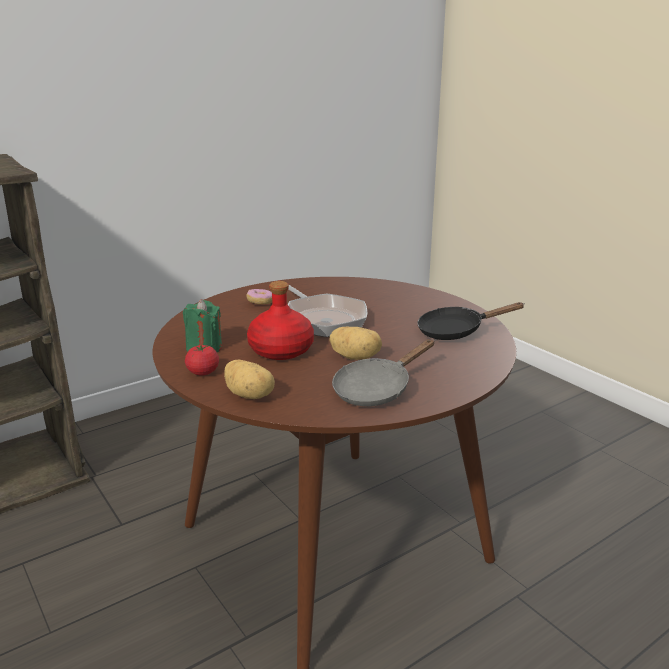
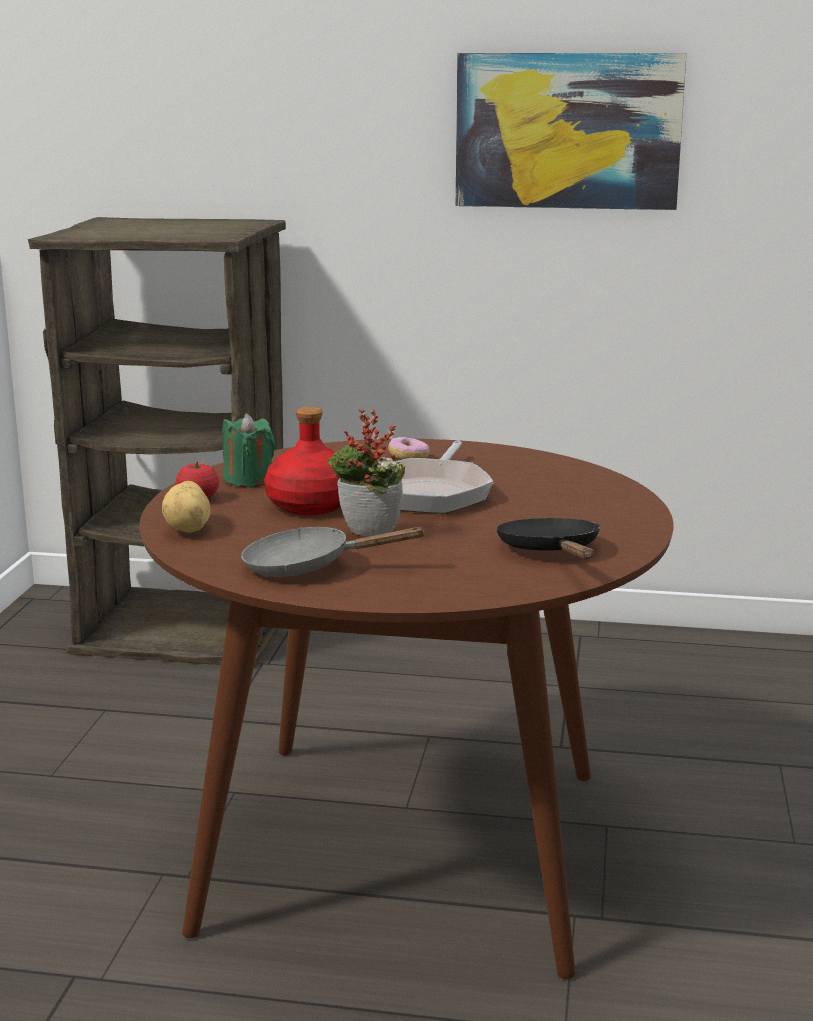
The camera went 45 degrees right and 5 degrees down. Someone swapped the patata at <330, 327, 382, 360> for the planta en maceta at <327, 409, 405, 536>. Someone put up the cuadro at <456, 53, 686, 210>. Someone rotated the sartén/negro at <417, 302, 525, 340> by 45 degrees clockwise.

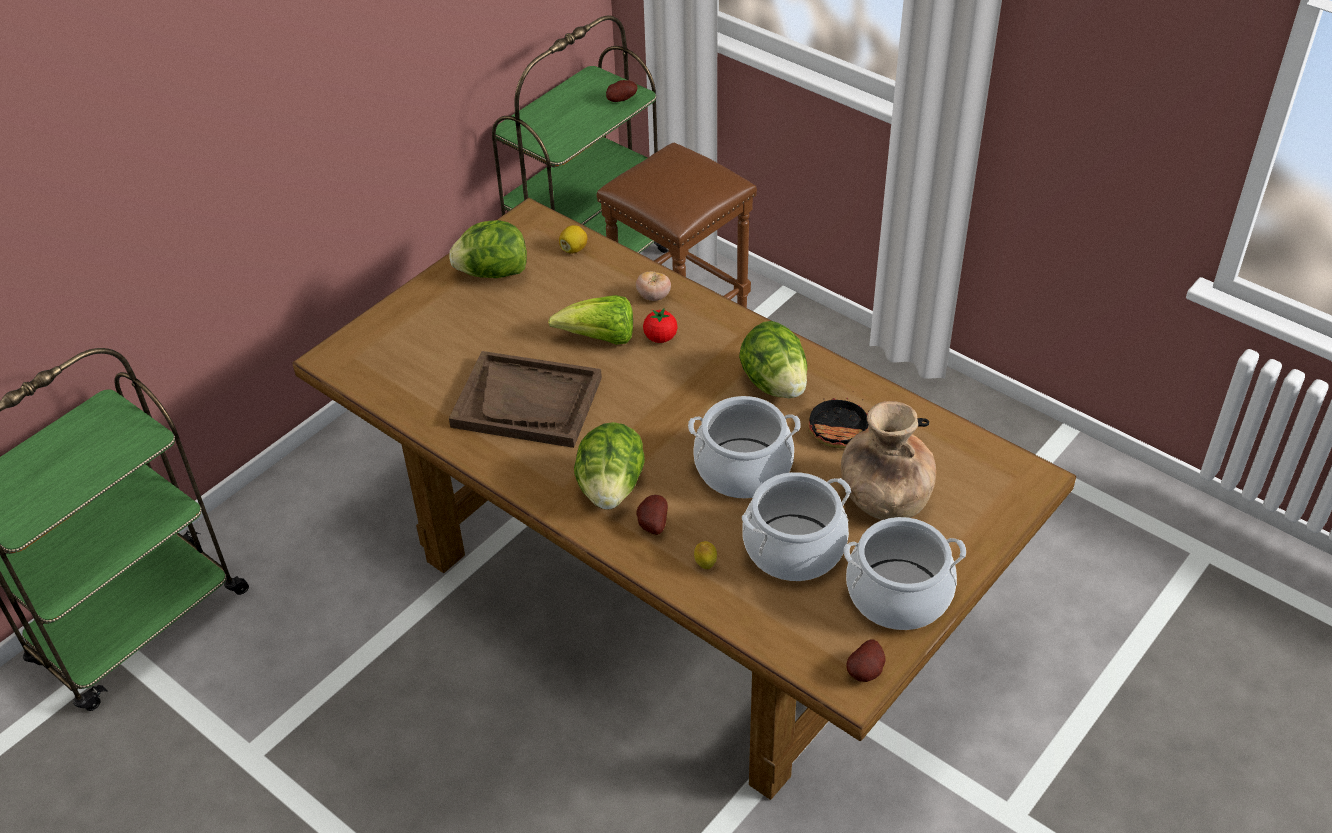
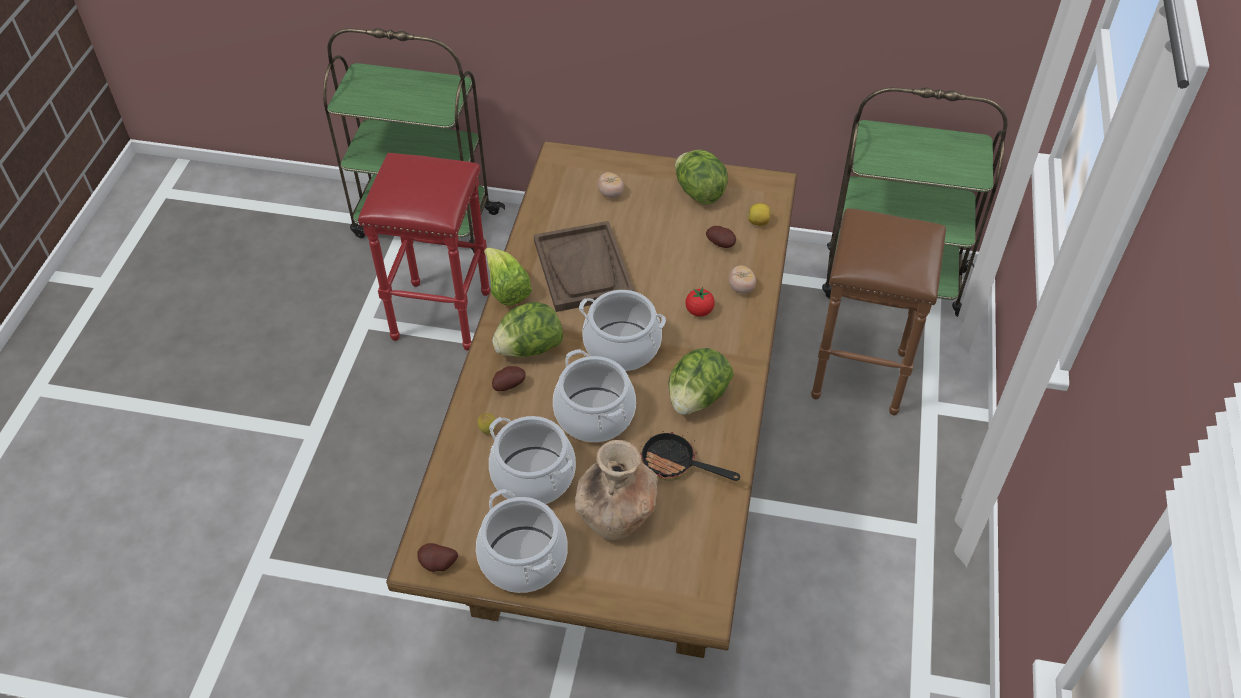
The camera went 60 degrees right and 5 degrees up. Someone put down the taburete/rojo at <358, 153, 490, 351>. Someone carried the lechuga from <548, 295, 633, 345> to <484, 247, 532, 306>. Someone put down the olla at <579, 290, 666, 371>. Someone put down the tomate at <598, 172, 624, 198>. Someone rotated the sartén at <808, 398, 929, 448> by 45 degrees counterclockwise. Someone carried the patata from <606, 80, 637, 102> to <706, 226, 736, 248>.

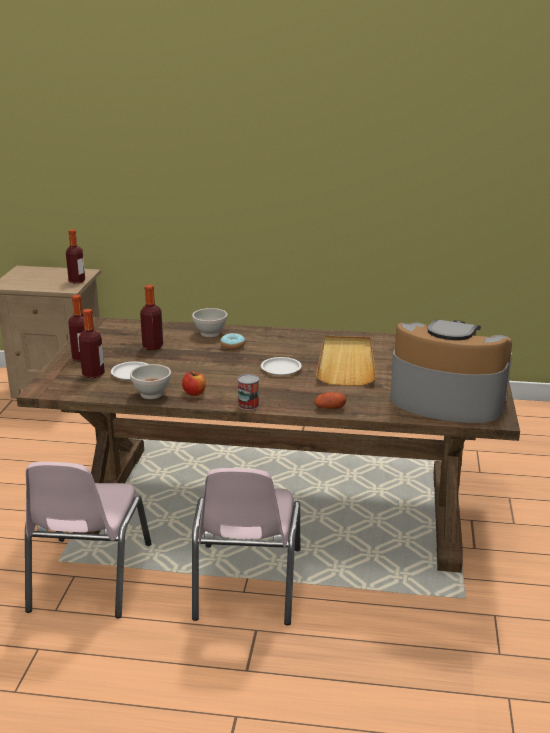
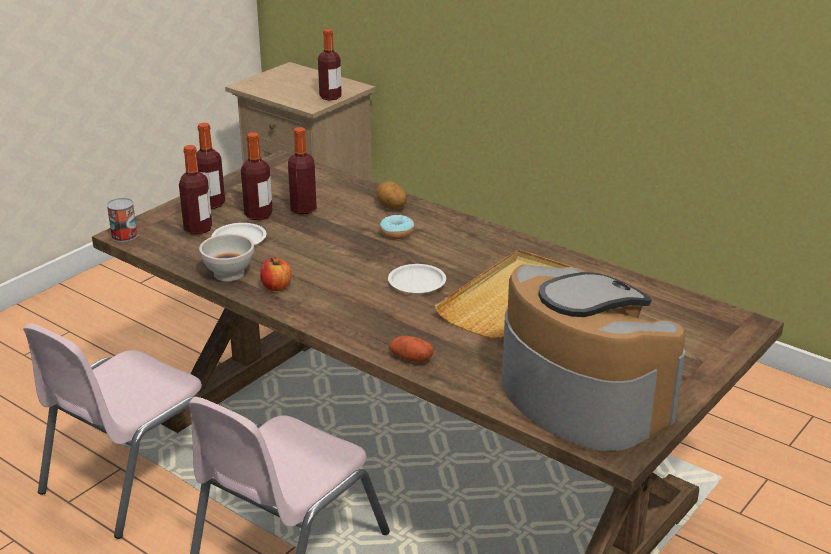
The camera went 30 degrees right and 5 degrees up. Someone carried the lata from <238, 374, 259, 410> to <107, 198, 138, 242>. Someone put down the botella at <241, 132, 273, 220>. Someone swapped the cuenco/blanco at <192, 308, 228, 337> for the patata at <377, 181, 407, 209>.

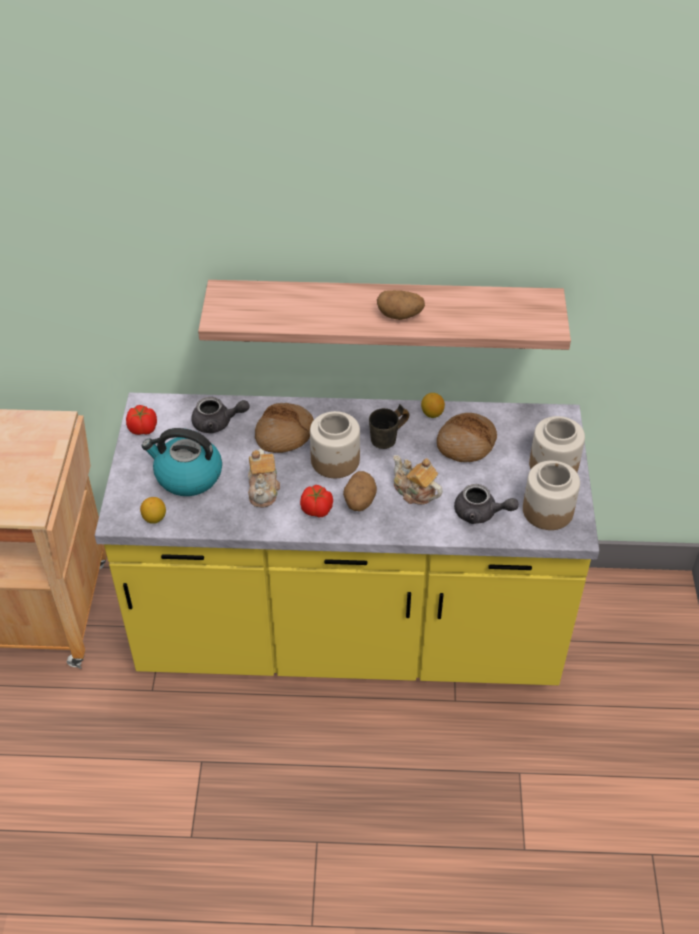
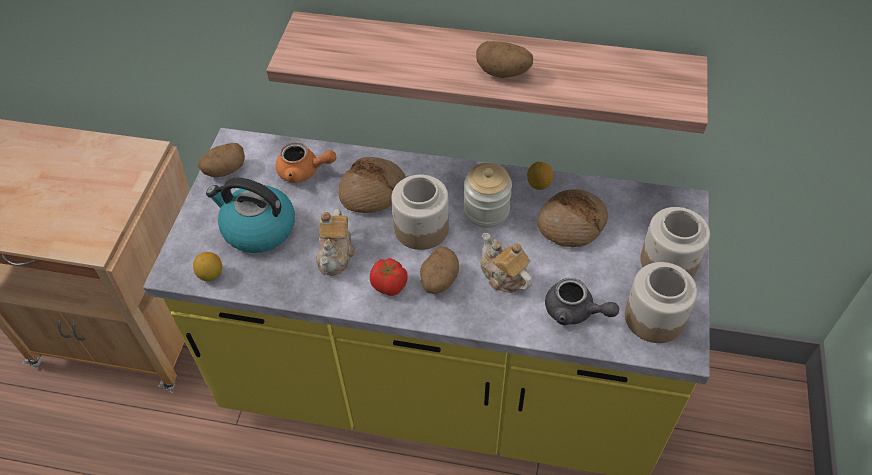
The camera went 10 degrees right and 5 degrees up. Someone swapped the tomate at <126, 405, 157, 435> for the patata at <198, 143, 245, 177>. Someone repainted the tetera/gris at <191, 397, 250, 434>, which became the tetera/naranja at <276, 142, 336, 183>. Someone swapped the taza grande/gris at <369, 404, 410, 449> for the tarro at <464, 163, 512, 228>.

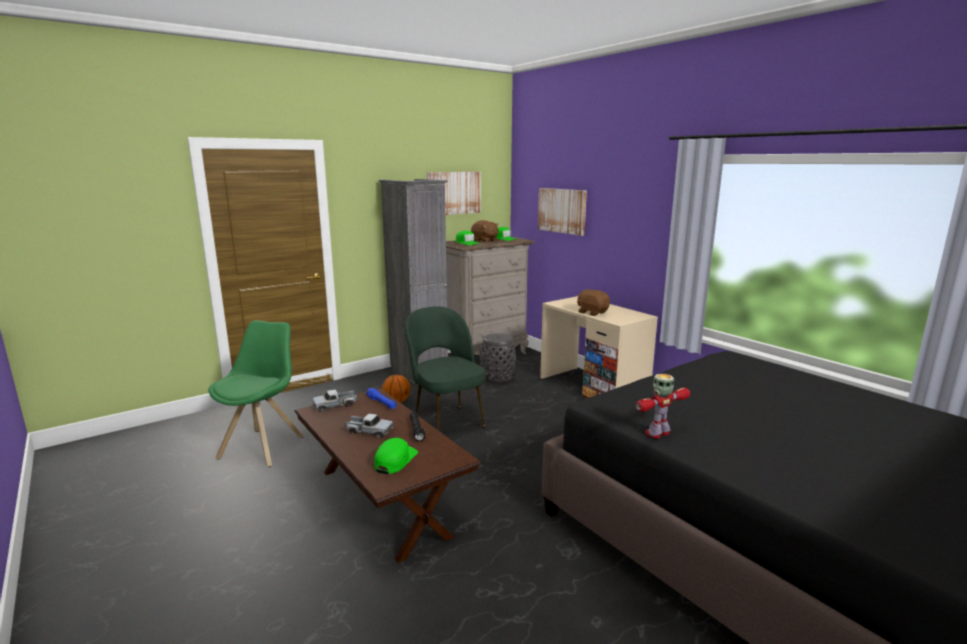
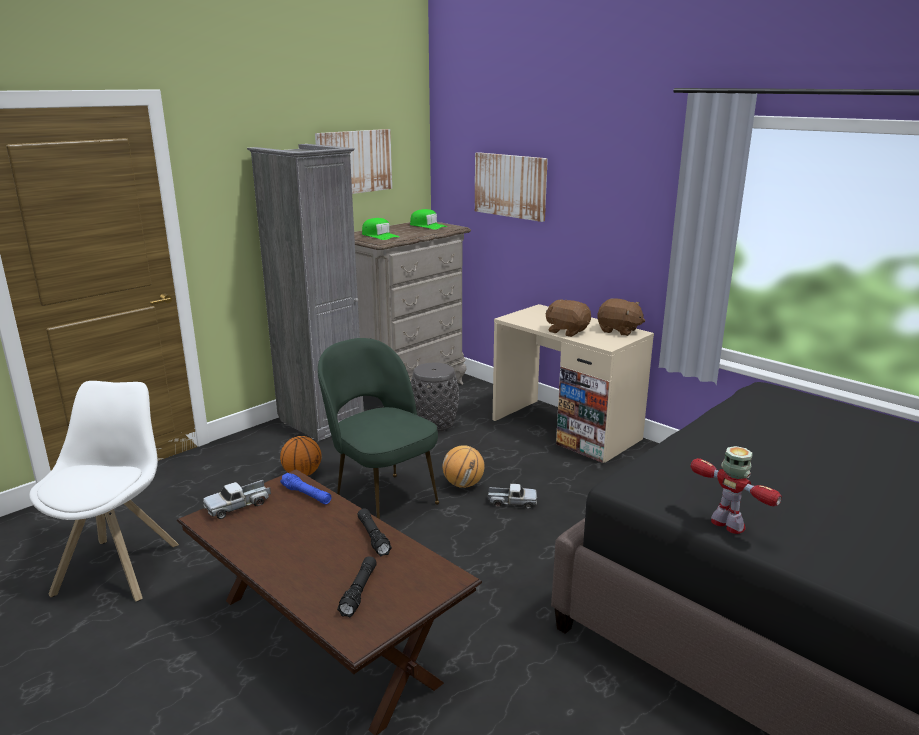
The camera went 10 degrees left and 5 degrees up. Someone repainted the silla/verde at <208, 320, 304, 467>, which became the silla/blanco at <29, 381, 179, 601>. Someone swapped the gorra/verde at <374, 438, 418, 474> for the linterna/negro at <337, 556, 377, 617>. Someone put down the balón de baloncesto at <443, 445, 485, 488>. Someone carried the camión de juguete from <344, 414, 394, 438> to <487, 484, 537, 509>. Someone carried the peluche/marrón from <471, 220, 499, 242> to <597, 298, 645, 336>. Someone rotated the robot de juguete at <636, 374, 690, 438> by 90 degrees clockwise.

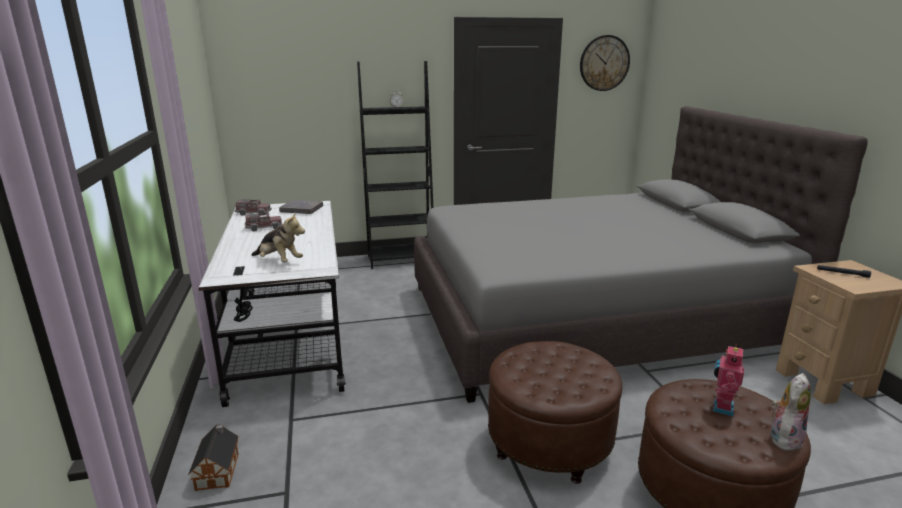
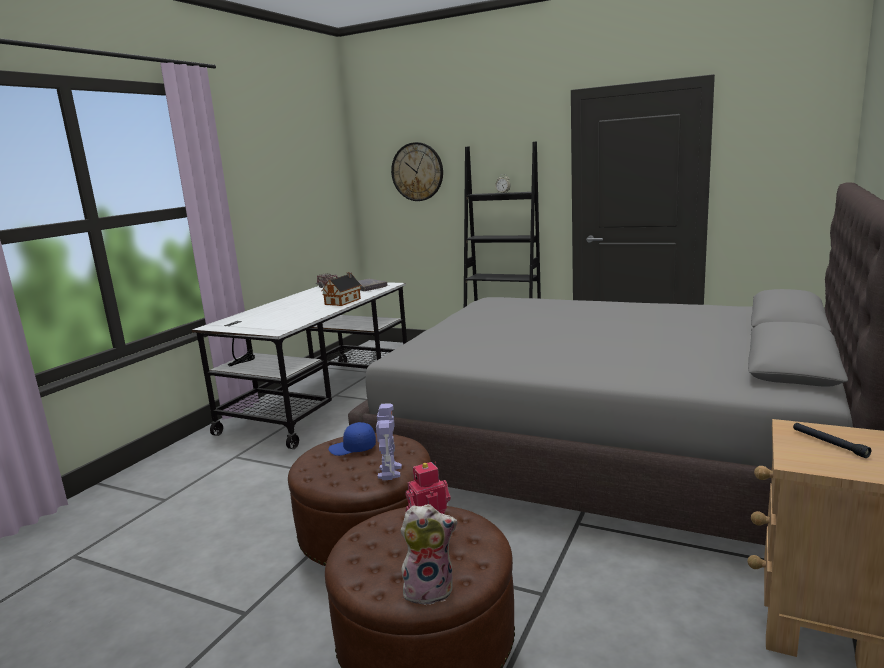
The camera went 40 degrees right and 5 degrees down. Someone carried the casita from <188, 424, 239, 491> to <322, 272, 362, 306>. Someone put down the gorra/azul at <329, 422, 376, 456>. Someone put down the robot de juguete at <376, 403, 402, 480>. Someone carried the reloj de pared from <580, 35, 630, 91> to <391, 142, 443, 201>. Someone took away the camión de juguete at <245, 212, 282, 231>. Someone took away the peluche at <252, 213, 305, 262>.

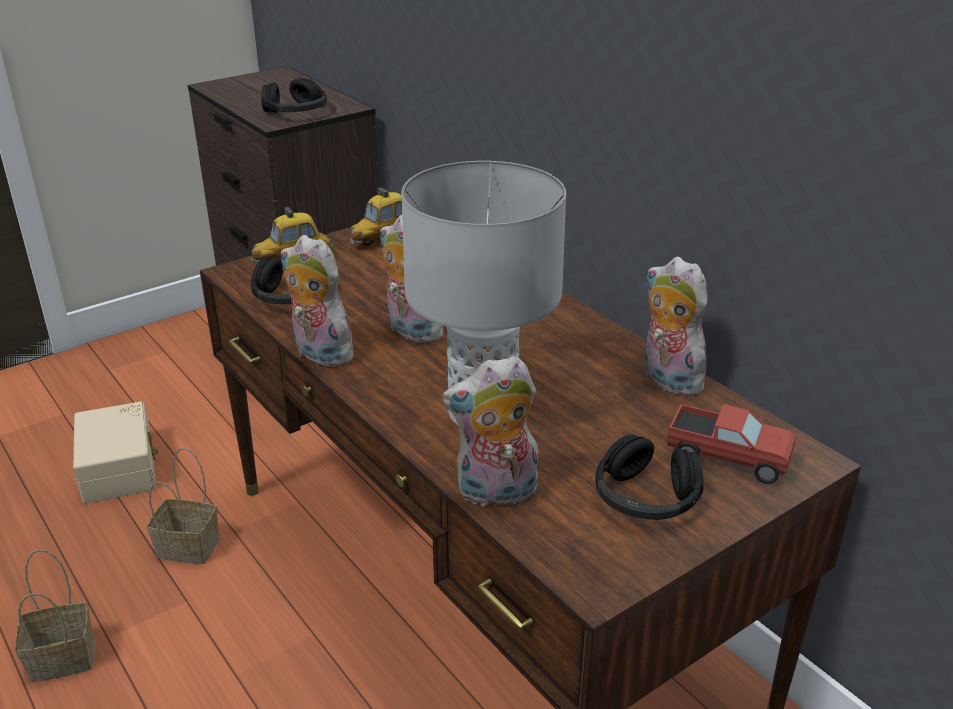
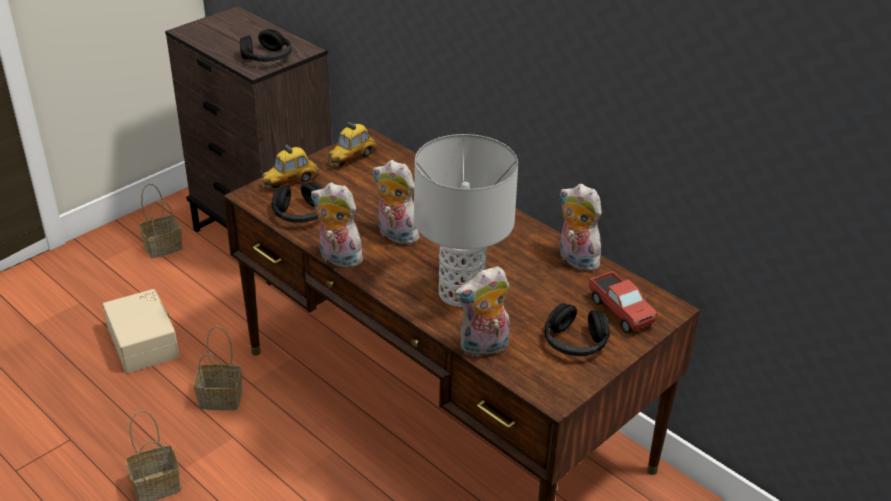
The camera went 10 degrees left and 5 degrees up. Someone put down the cesta at <139, 184, 183, 258>. Someone rotated the camión de juguete at <666, 404, 796, 484> by 45 degrees clockwise.

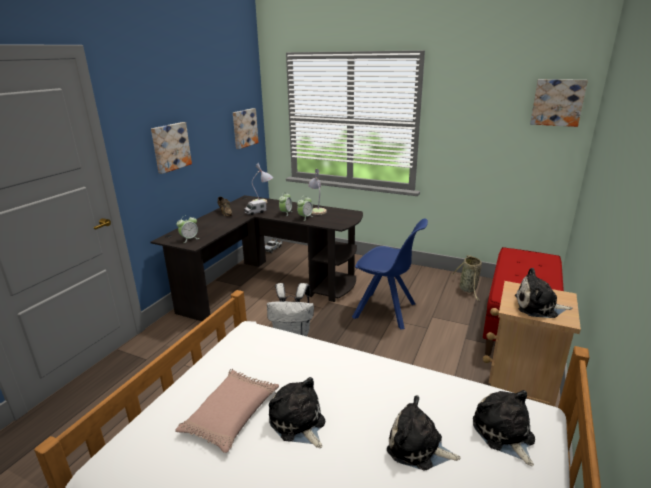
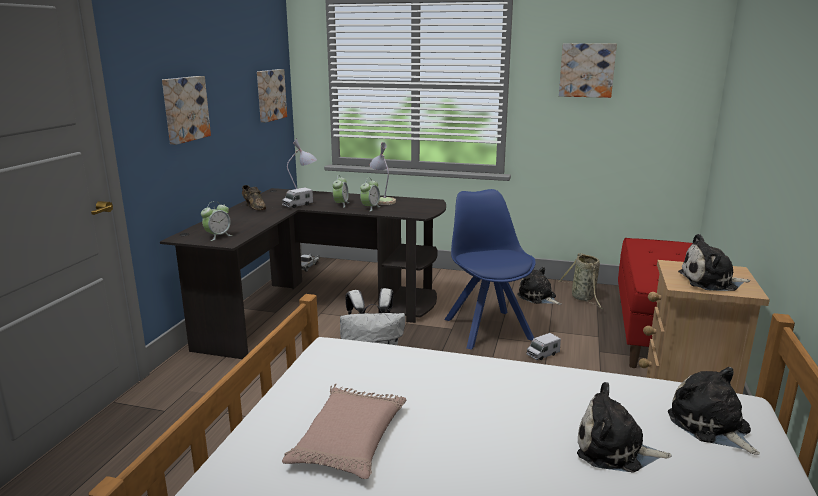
The camera went 10 degrees left and 5 degrees down. Someone rotated the silla/azul at <352, 218, 428, 329> by 120 degrees counterclockwise. Someone carried the peluche from <269, 377, 325, 448> to <517, 267, 562, 305>. Someone put down the camión de juguete at <527, 333, 561, 360>. Someone carried the cuadro from <530, 79, 588, 127> to <559, 44, 617, 98>.

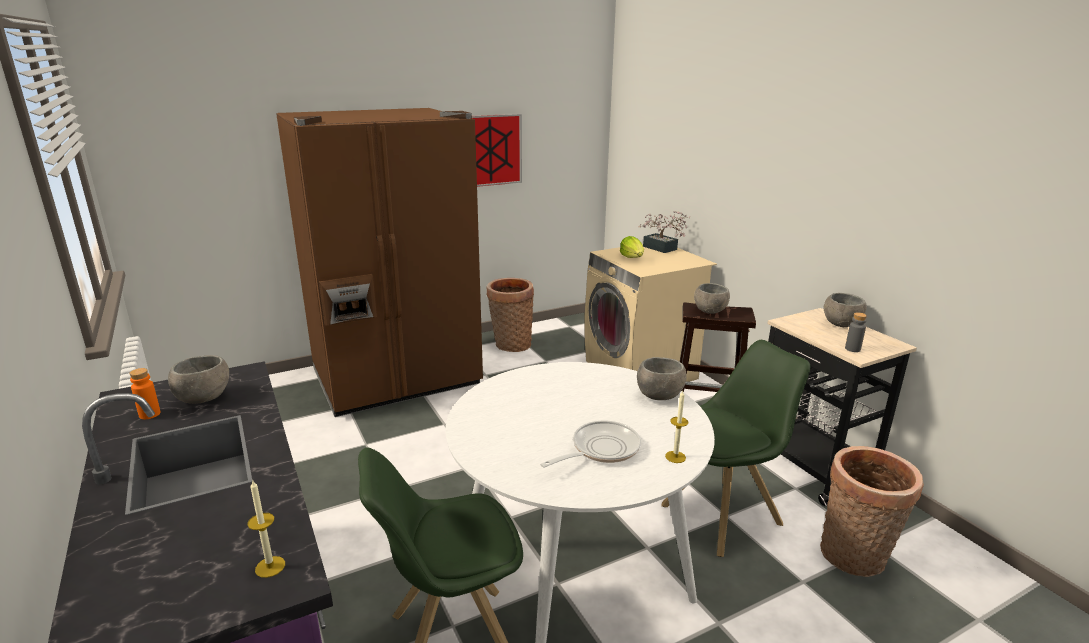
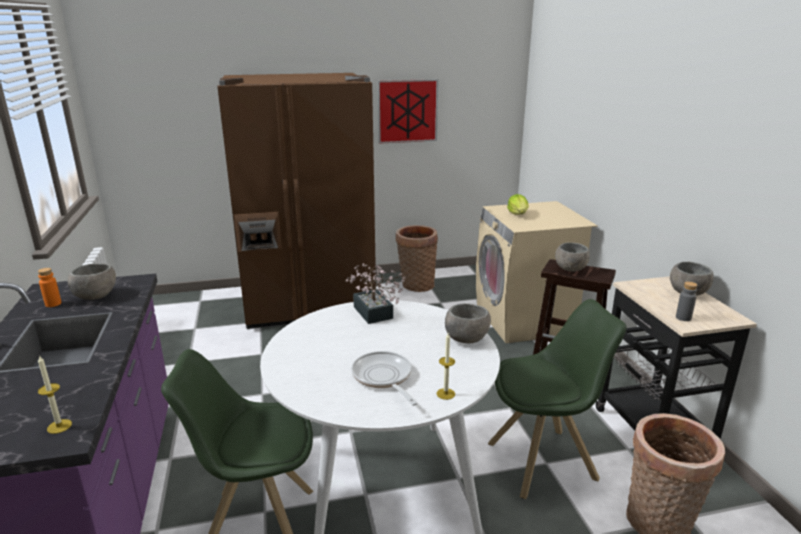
The camera went 15 degrees right and 0 degrees up. Someone carried the planta en maceta from <638, 211, 690, 253> to <346, 263, 406, 324>. Someone rotated the sartén at <540, 421, 641, 468> by 90 degrees counterclockwise.

